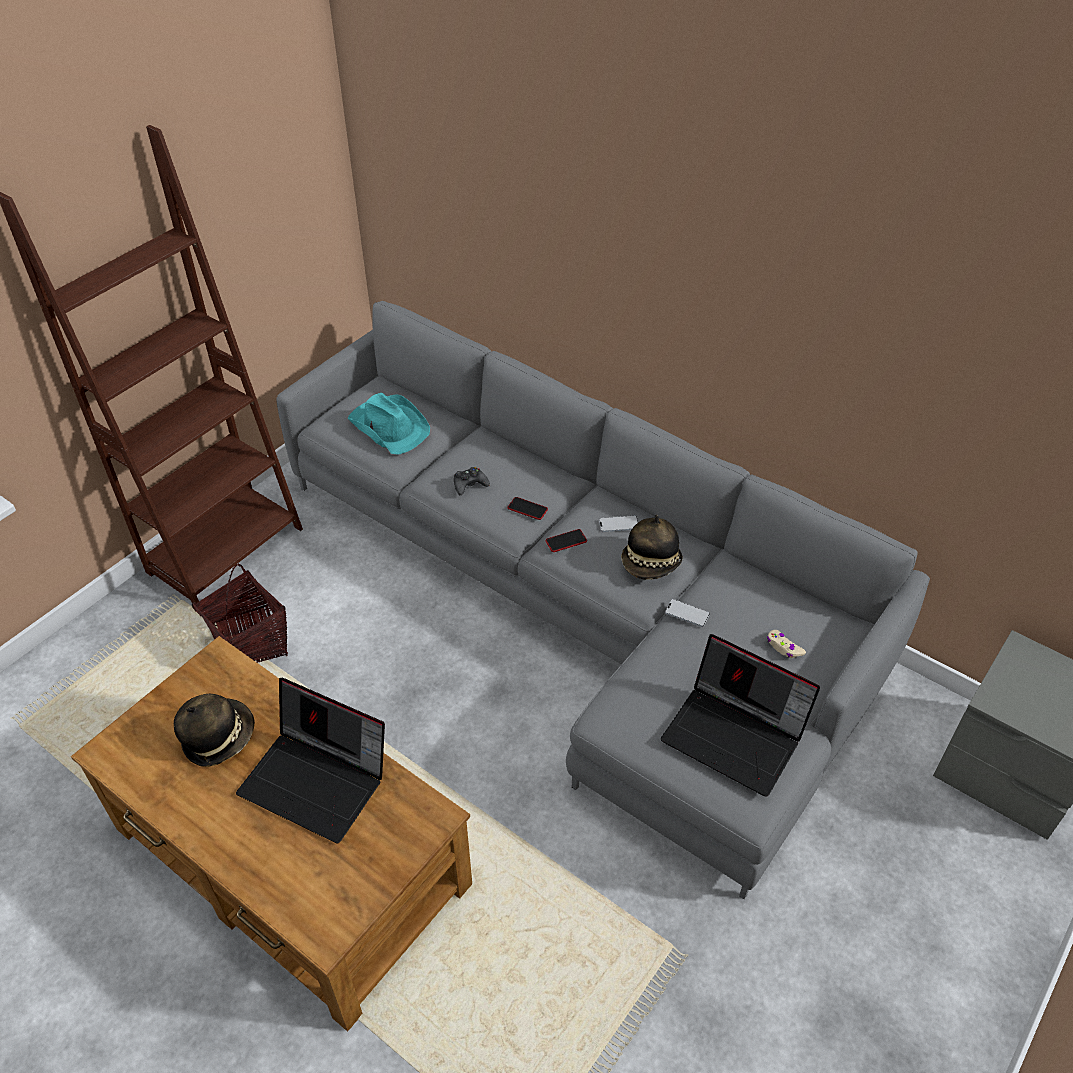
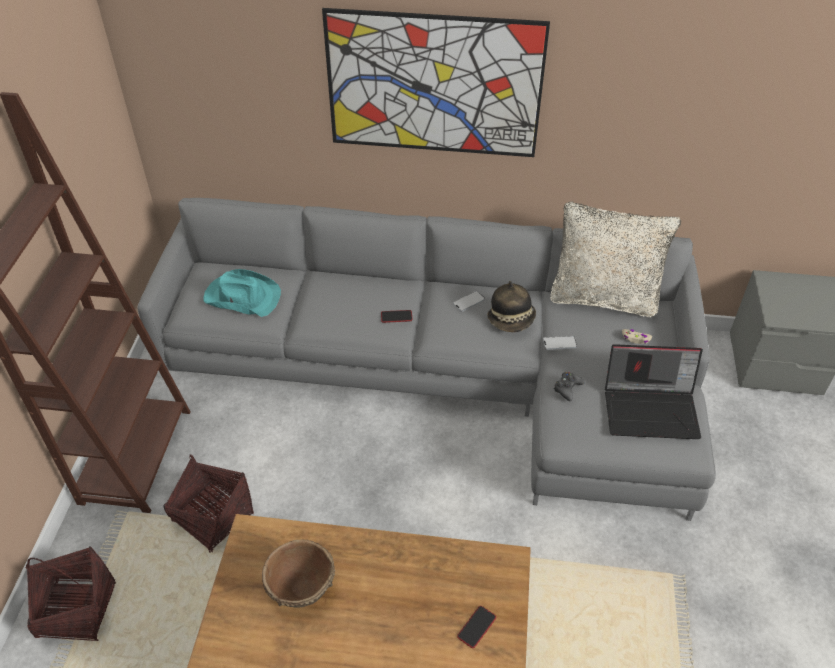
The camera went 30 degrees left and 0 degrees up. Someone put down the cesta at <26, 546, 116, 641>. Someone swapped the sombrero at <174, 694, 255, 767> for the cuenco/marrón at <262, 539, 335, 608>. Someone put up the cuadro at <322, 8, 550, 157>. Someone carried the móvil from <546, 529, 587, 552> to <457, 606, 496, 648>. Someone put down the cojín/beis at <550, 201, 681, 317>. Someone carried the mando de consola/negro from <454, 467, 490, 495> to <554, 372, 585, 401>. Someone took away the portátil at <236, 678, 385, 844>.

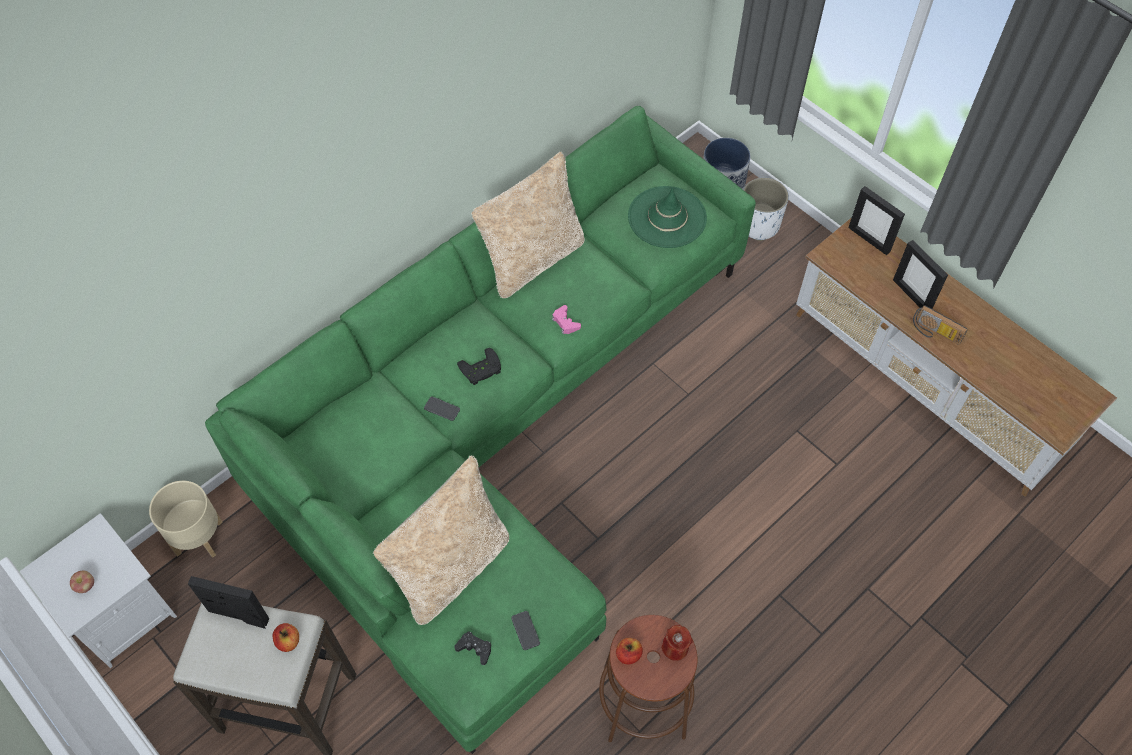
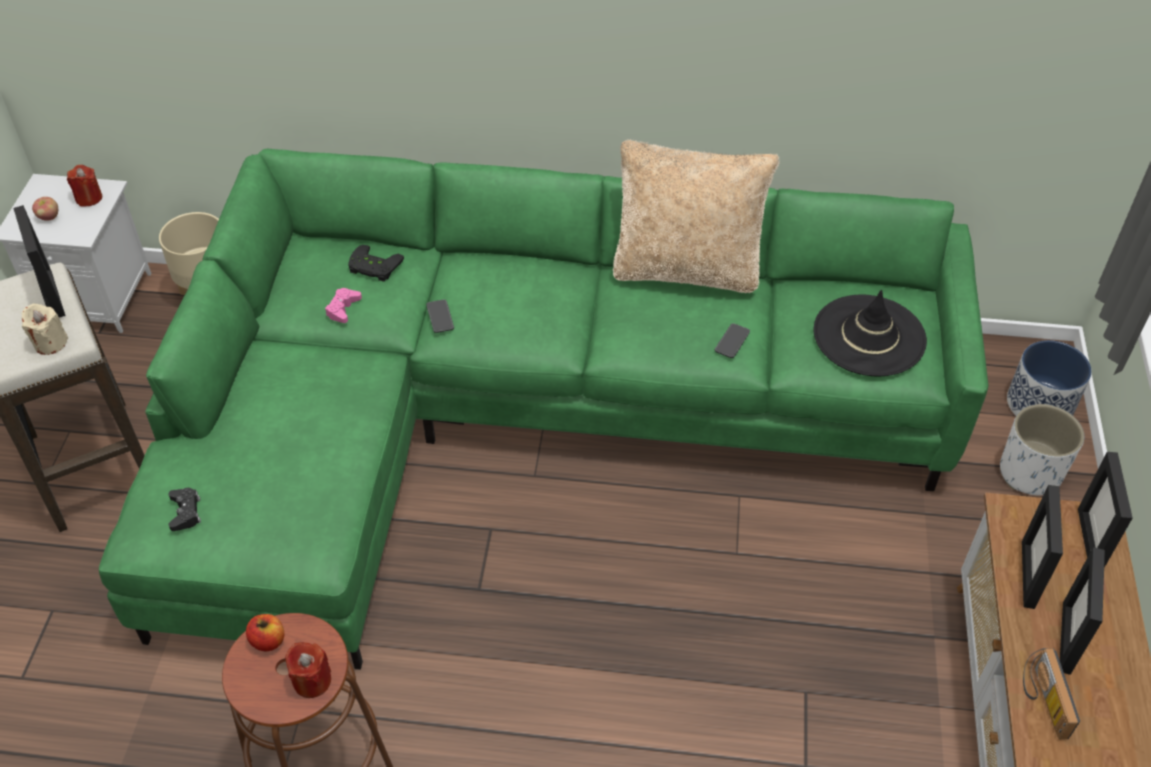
The camera went 50 degrees right and 10 degrees down. Someone swapped the manzana at <273, 623, 299, 652> for the vela/beis at <22, 303, 68, 355>. Someone put down the vela/rojo at <67, 165, 102, 207>. Someone carried the mando de consola/rosa from <552, 305, 581, 334> to <325, 288, 362, 323>. Someone carried the mando de consola/negro from <457, 348, 501, 385> to <348, 245, 404, 282>. Someone carried the móvil from <511, 611, 540, 650> to <715, 323, 750, 358>. Someone repainted the sombrero/verde at <628, 186, 707, 248>, which became the sombrero/negro at <814, 290, 927, 376>. Someone put down the portarretratos at <1022, 485, 1063, 609>. Someone took away the cojín/beis at <373, 456, 509, 625>.

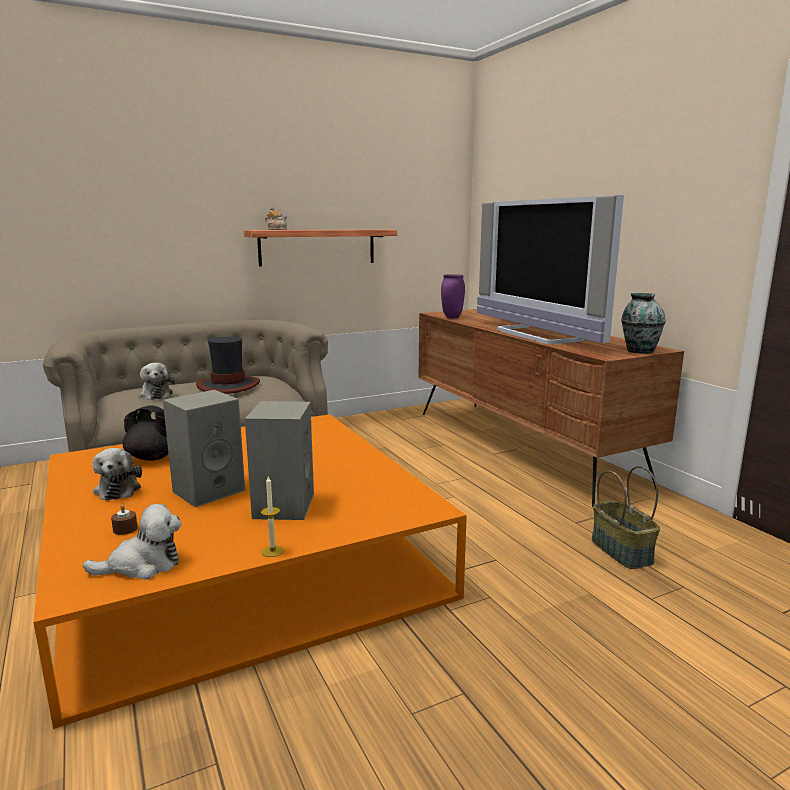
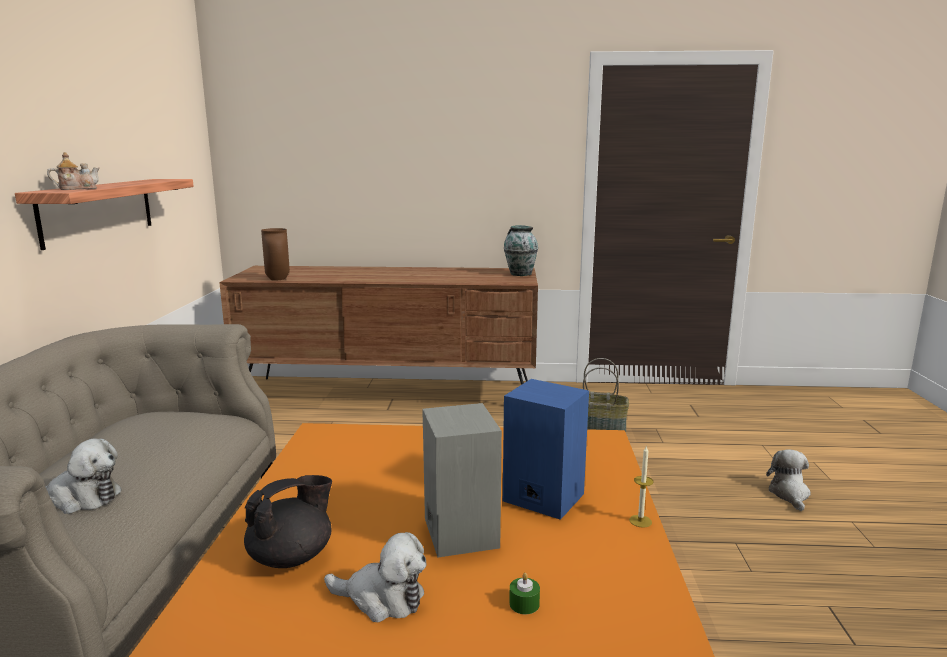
The camera went 60 degrees left and 0 degrees up. Someone repainted the florero/morado at <441, 274, 465, 318>, which became the florero/marrón at <261, 228, 290, 281>. Someone repainted the altavoz/gris at <245, 401, 314, 520>, which became the altavoz/azul at <503, 379, 589, 520>. Someone repainted the vela/marrón at <111, 504, 138, 535>, which became the vela/verde at <509, 573, 540, 614>. Someone carried the peluche from <83, 504, 182, 580> to <766, 449, 811, 511>. Someone took away the sombrero at <196, 337, 260, 394>. Someone took away the televisor at <477, 195, 624, 344>.

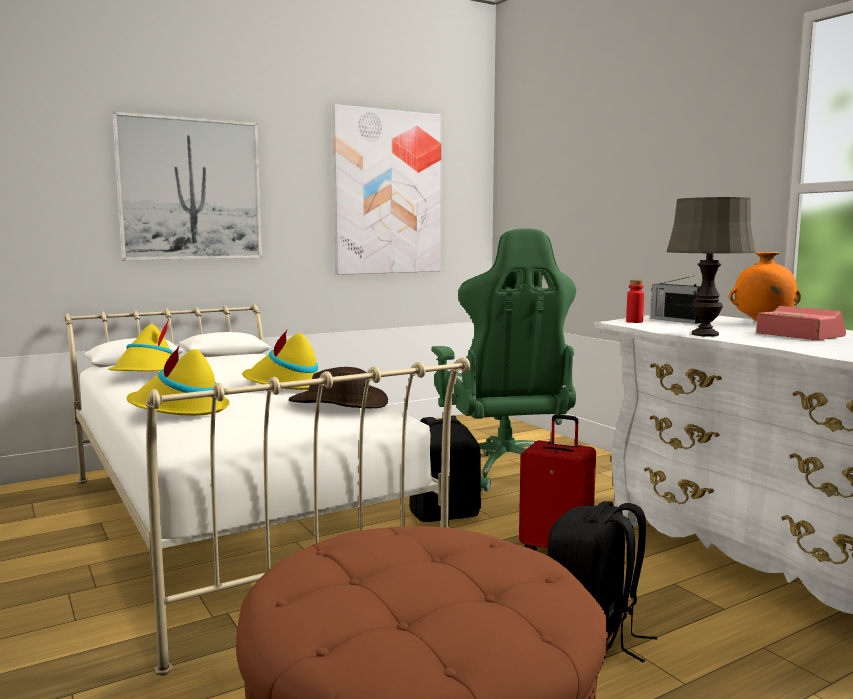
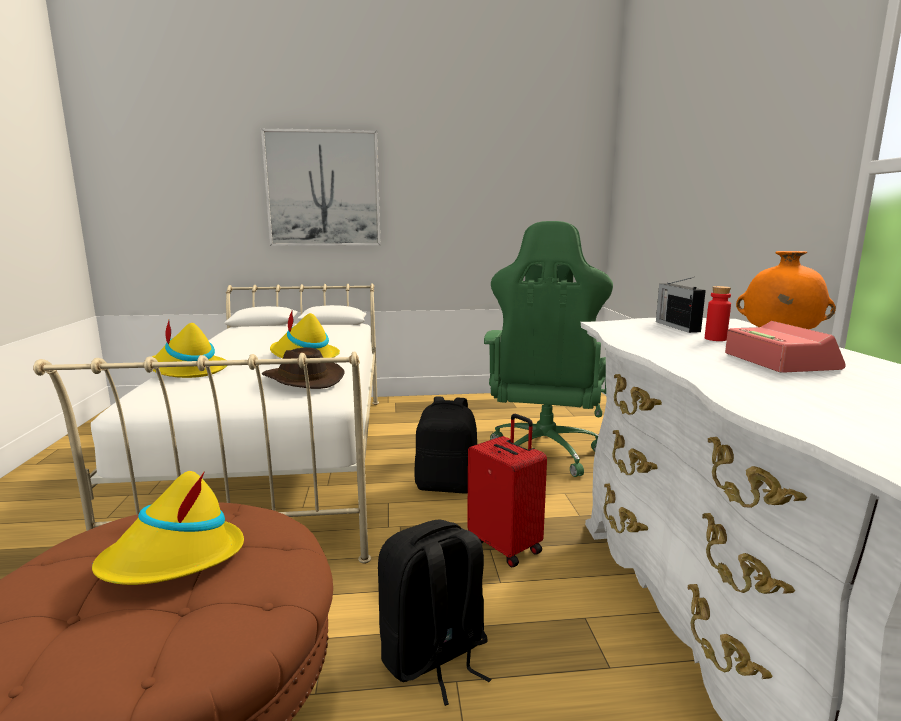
The camera went 25 degrees right and 5 degrees up. Someone carried the sombrero/amarillo from <108, 319, 173, 371> to <92, 471, 244, 585>. Someone carried the botella/rojo from <626, 280, 644, 323> to <705, 286, 731, 341>. Someone took away the cuadro at <332, 104, 441, 275>. Someone took away the lámpara de mesa/gris at <667, 197, 755, 337>.

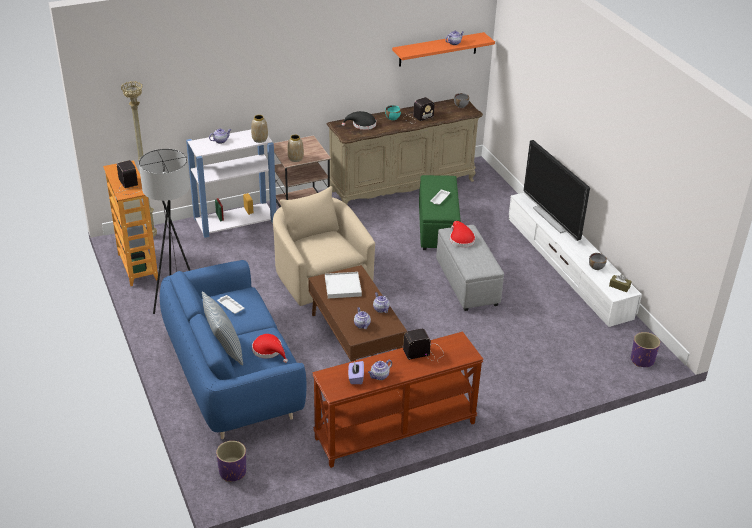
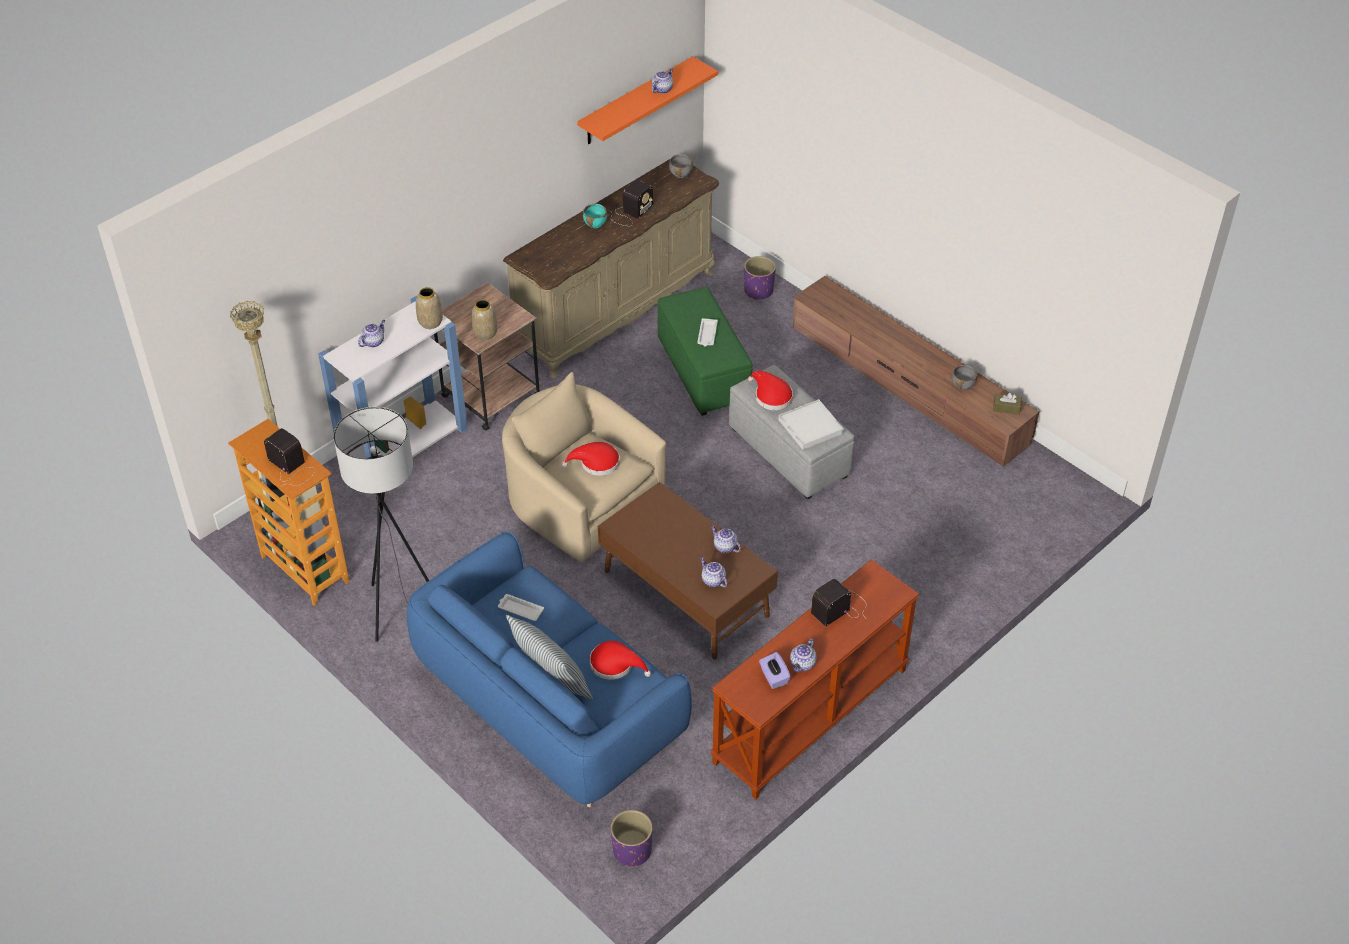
The camera went 20 degrees left and 10 degrees up. Someone put down the sombrero/rojo at <562, 442, 620, 476>. Someone carried the maceta/morado from <631, 332, 660, 367> to <744, 256, 776, 300>. Someone carried the bandeja/blanco from <325, 272, 362, 298> to <779, 399, 844, 450>. Someone repainted the mueble de televisión/blanco at <509, 192, 642, 327>, which became the mueble de televisión/marrón at <793, 276, 1039, 467>. Someone took away the sombrero/negro at <342, 111, 376, 130>. Someone took away the televisor at <523, 140, 590, 241>.

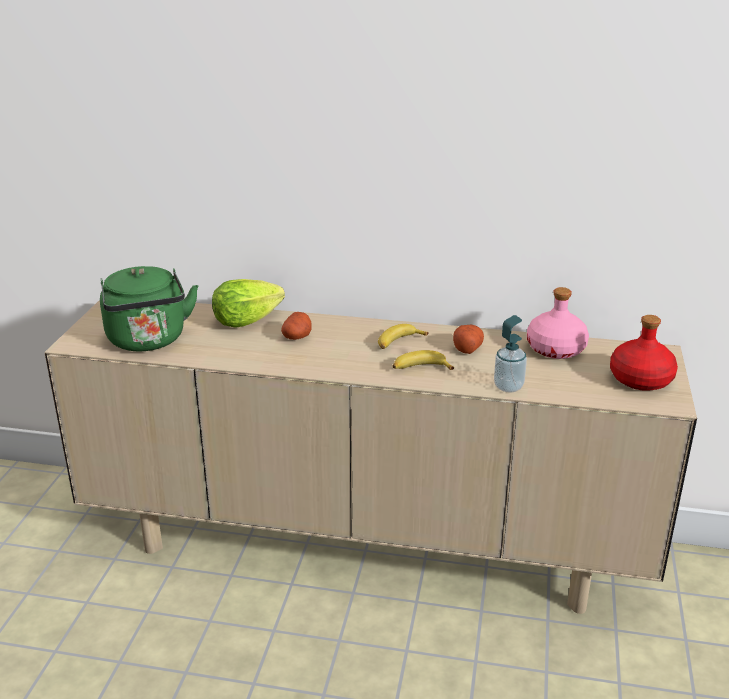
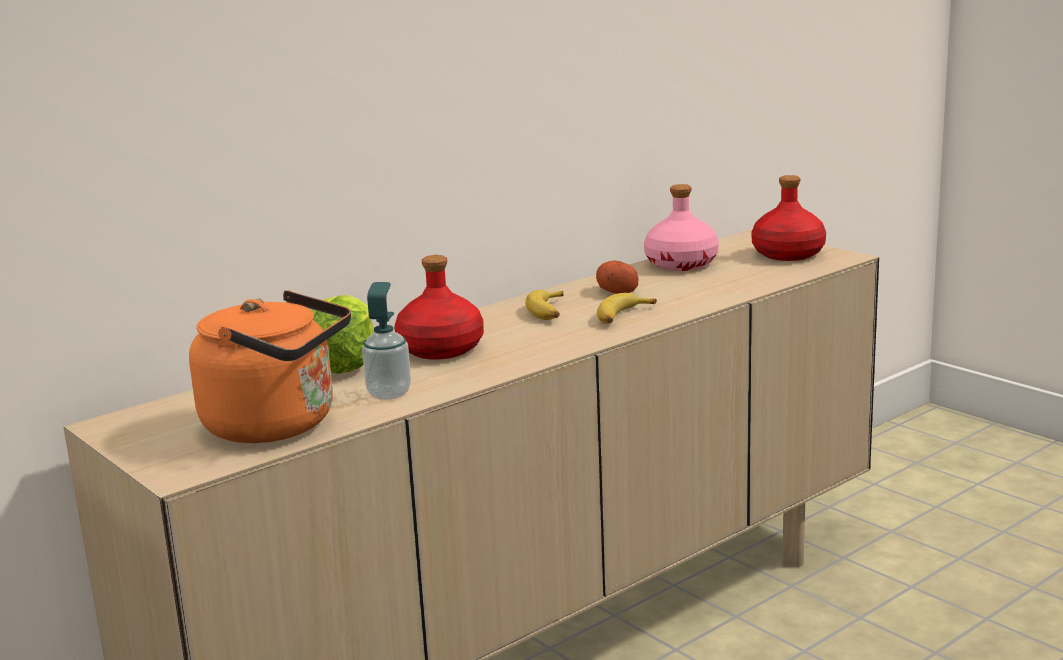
The camera went 50 degrees left and 10 degrees down. Someone repainted the hervidor/verde at <100, 266, 198, 351>, which became the hervidor/naranja at <189, 290, 351, 443>. Someone carried the dispensador de jabón from <494, 315, 527, 393> to <362, 282, 411, 400>. Someone swapped the patata at <281, 312, 312, 340> for the botella/rojo at <395, 255, 484, 359>.

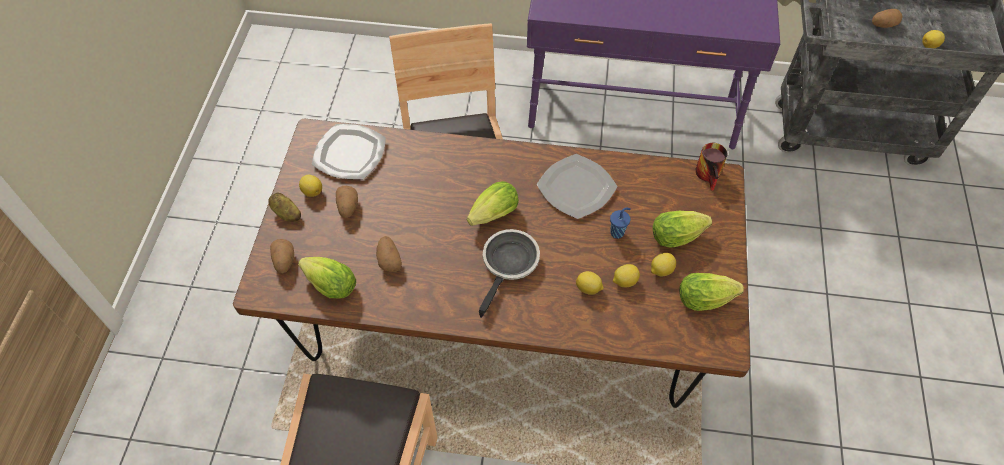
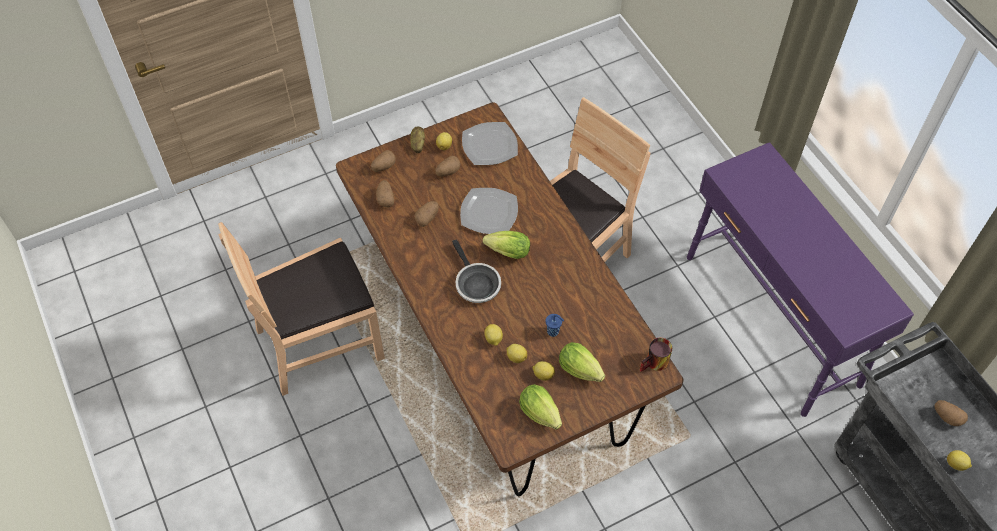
The camera went 55 degrees right and 0 degrees up. Someone swapped the lechuga at <298, 257, 356, 298> for the patata at <376, 180, 394, 207>. Someone rotated the sartén at <479, 229, 540, 318> by 75 degrees clockwise. Someone carried the plato from <537, 154, 618, 219> to <460, 188, 518, 234>.

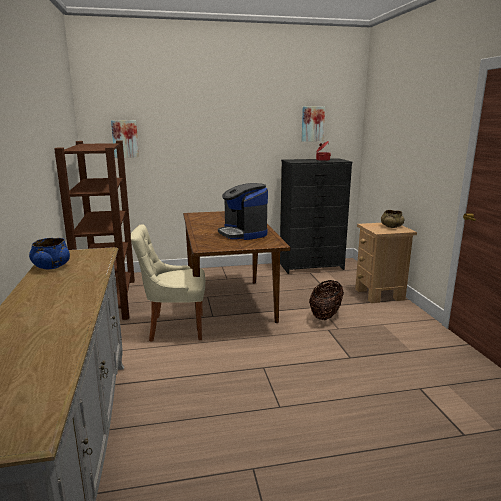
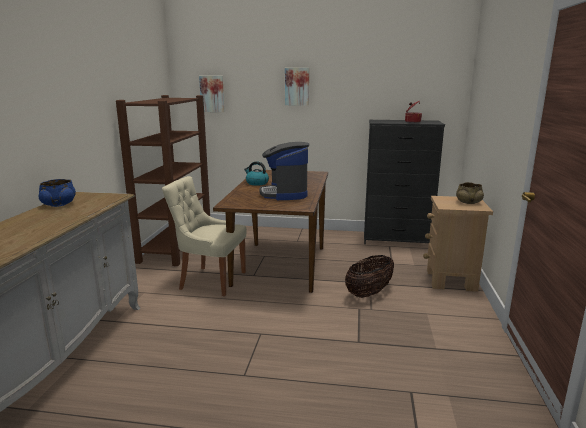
The camera went 20 degrees right and 0 degrees up. Someone put down the hervidor at <244, 161, 269, 185>. Someone carried the cuadro from <302, 106, 325, 142> to <285, 68, 309, 106>.

